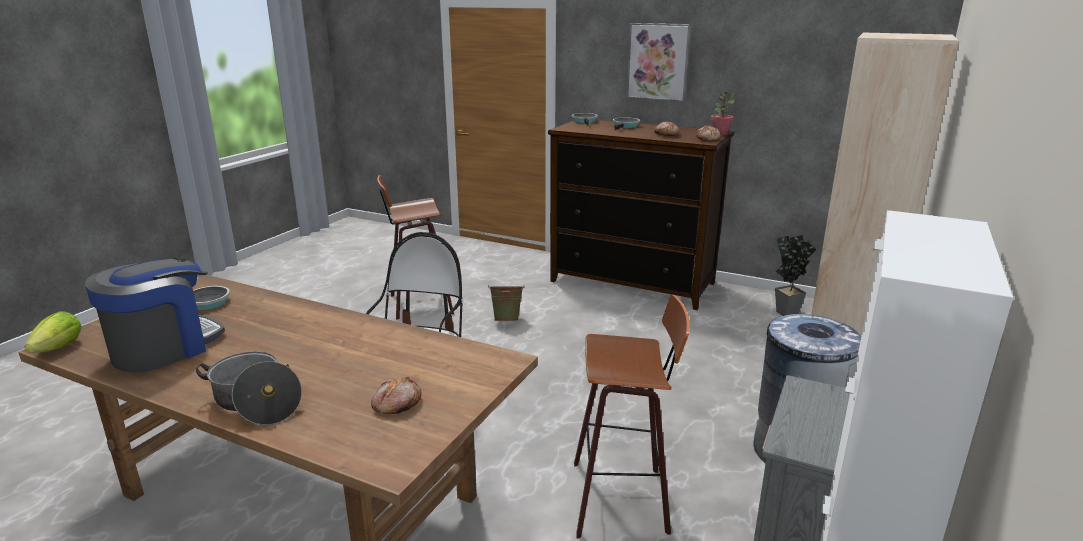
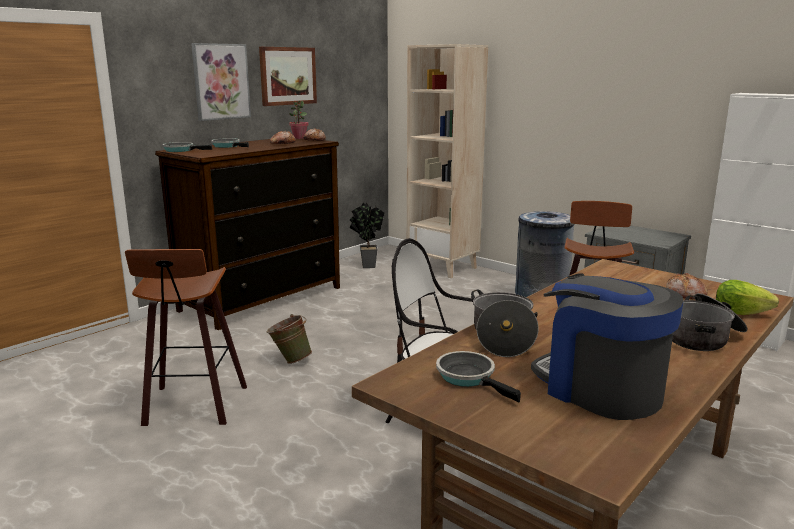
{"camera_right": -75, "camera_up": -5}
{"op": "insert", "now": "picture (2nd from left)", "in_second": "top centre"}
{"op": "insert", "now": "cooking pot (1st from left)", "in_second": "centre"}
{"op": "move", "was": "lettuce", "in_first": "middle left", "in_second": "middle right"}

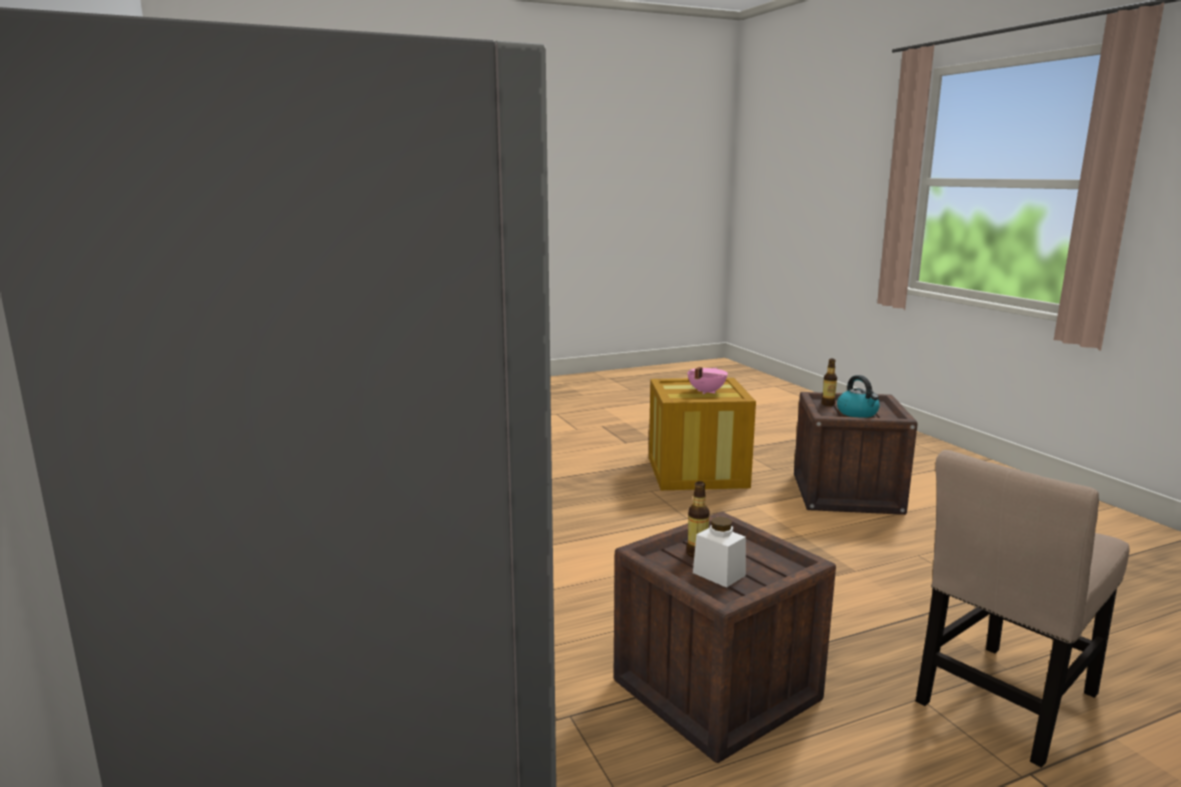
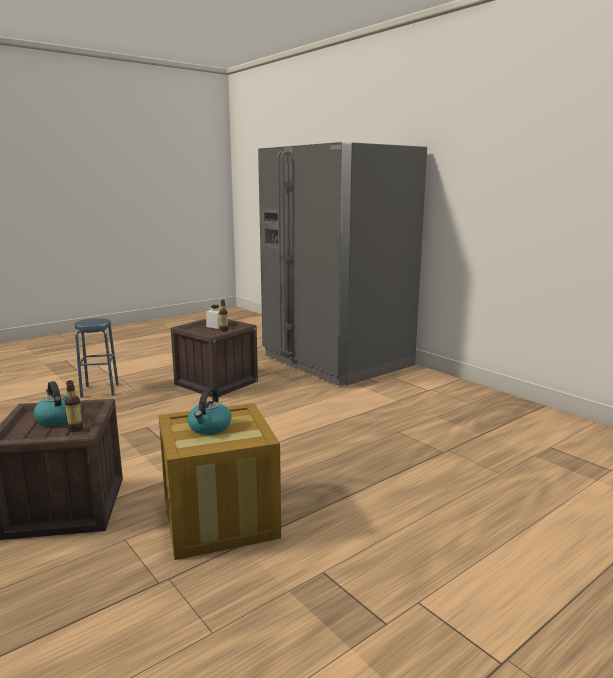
{"camera_right": 165, "camera_up": 0}
{"op": "replace", "was": "beige chair", "now": "blue stool", "in_first": "bottom right", "in_second": "middle left"}
{"op": "replace", "was": "pink cooking pot", "now": "kettle (2nd from left)", "in_first": "centre", "in_second": "centre"}

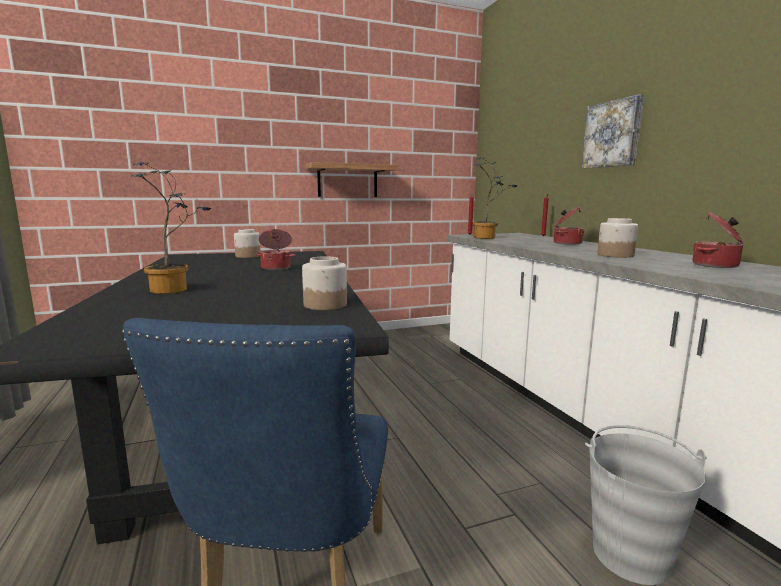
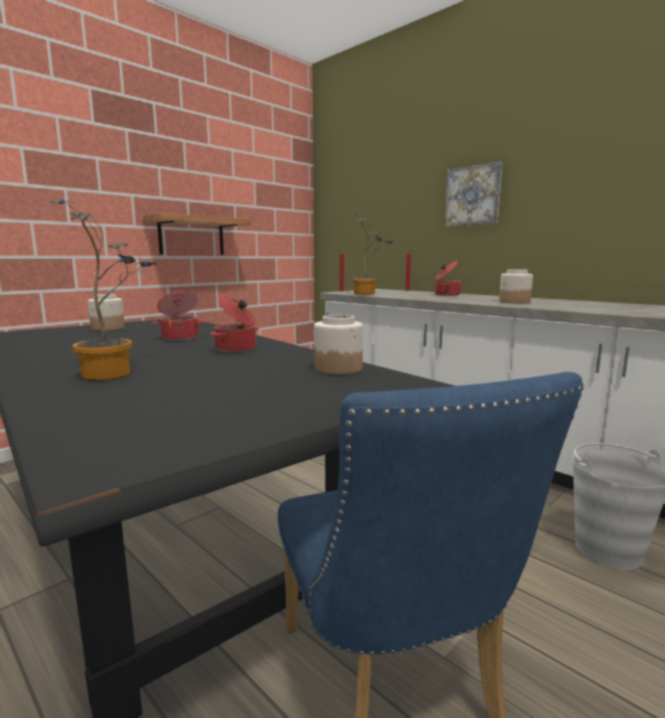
{"camera_right": -25, "camera_up": 0}
{"op": "move", "was": "cooking pot (3rd from left in the first image)", "now": "cooking pot (2nd from left)", "in_first": "middle right", "in_second": "centre"}

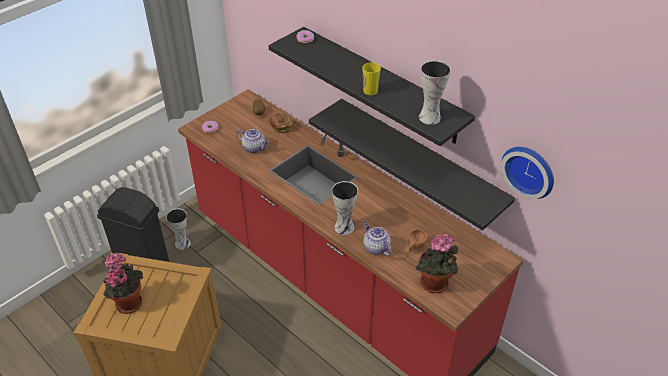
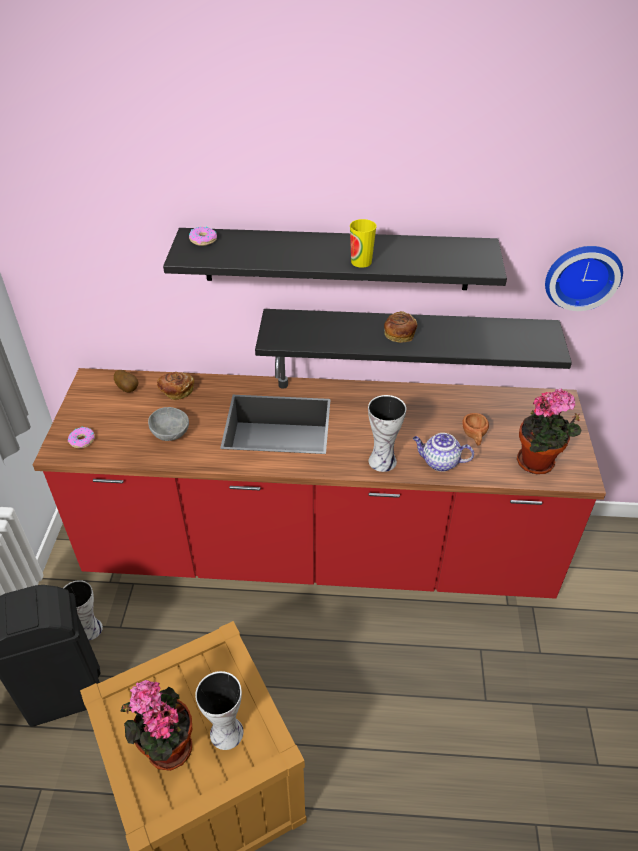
{"camera_right": -40, "camera_up": 0}
{"op": "replace", "was": "teapot (1st from left)", "now": "grey bowl", "in_first": "centre", "in_second": "middle left"}
{"op": "move", "was": "vase (3rd from left in the first image)", "now": "vase (2nd from left)", "in_first": "top centre", "in_second": "bottom centre"}
{"op": "insert", "now": "bread (2nd from left)", "in_second": "centre"}

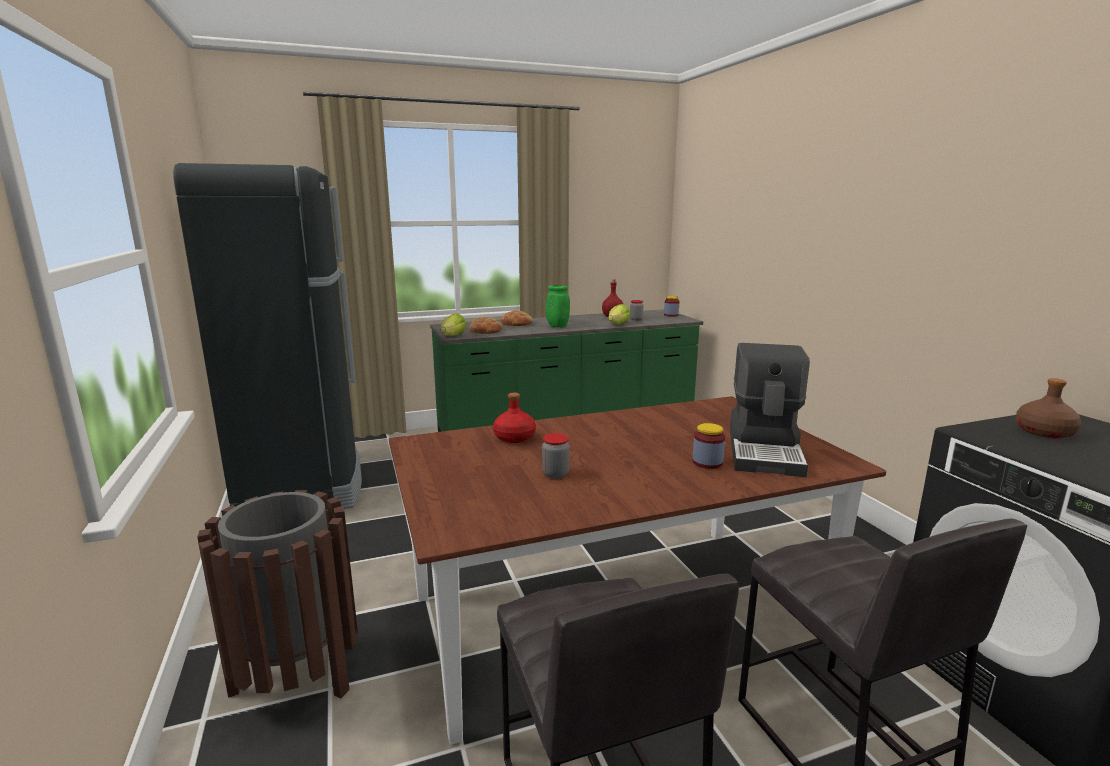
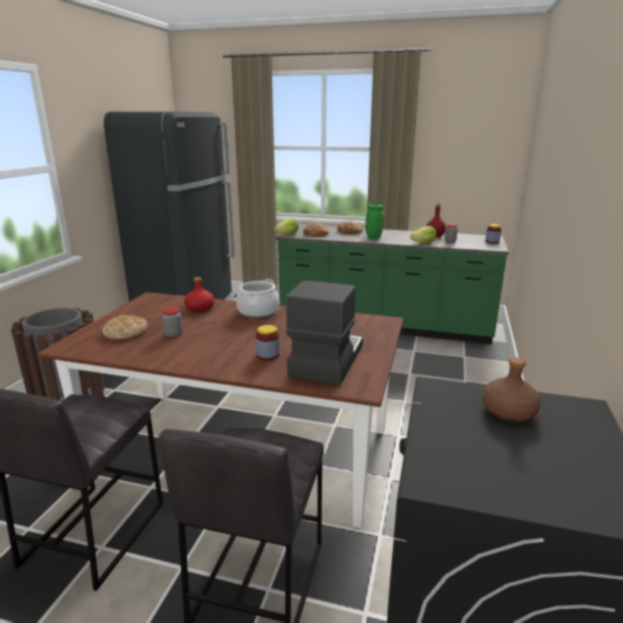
{"camera_right": 35, "camera_up": 5}
{"op": "insert", "now": "bread (1st from left)", "in_second": "middle left"}
{"op": "insert", "now": "cooking pot", "in_second": "centre"}
{"op": "rotate", "was": "coffee machine", "in_first": "middle right", "in_second": "centre", "clockwise": 150}

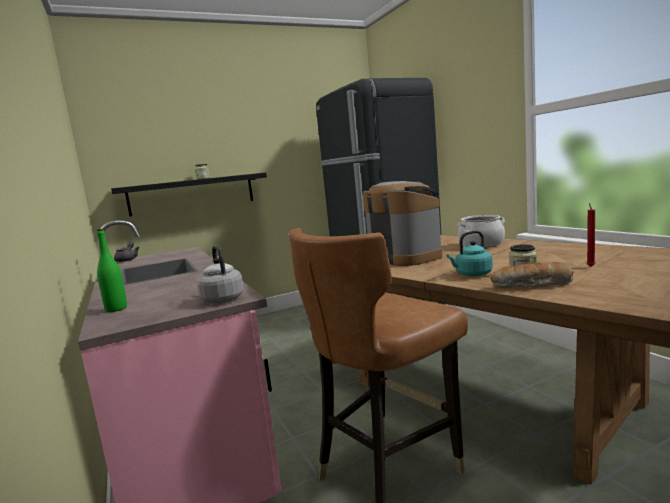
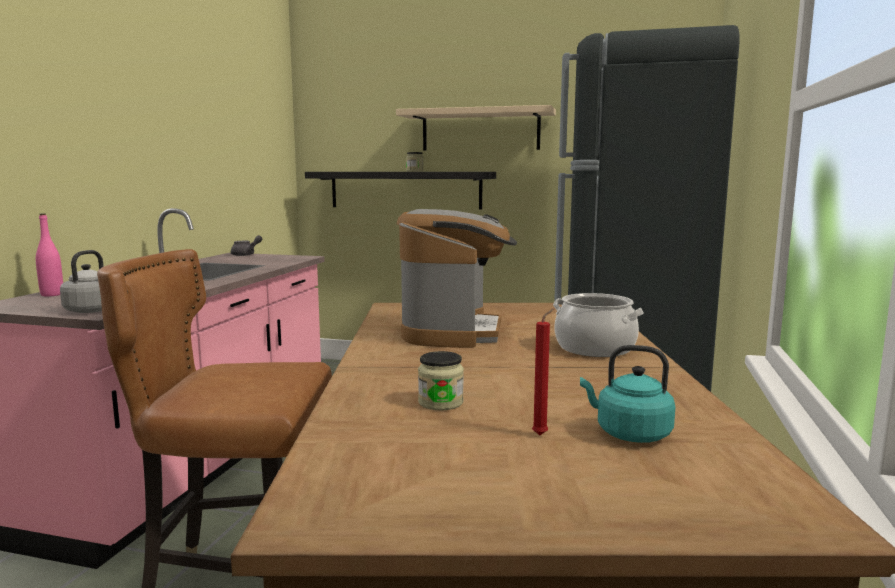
{"camera_right": 40, "camera_up": 0}
{"op": "recolor", "was": "green bottle", "now": "pink bottle", "in_first": "middle left", "in_second": "middle left"}
{"op": "insert", "now": "beige shelf", "in_second": "top centre"}
{"op": "move", "was": "turquoise kettle", "in_first": "middle right", "in_second": "bottom right"}
{"op": "delete", "was": "bread", "in_first": "middle right"}

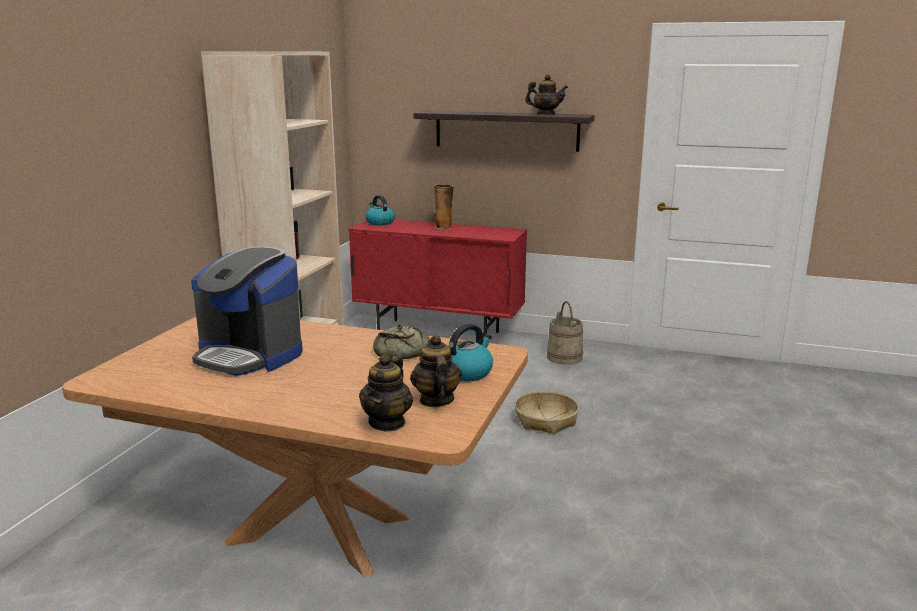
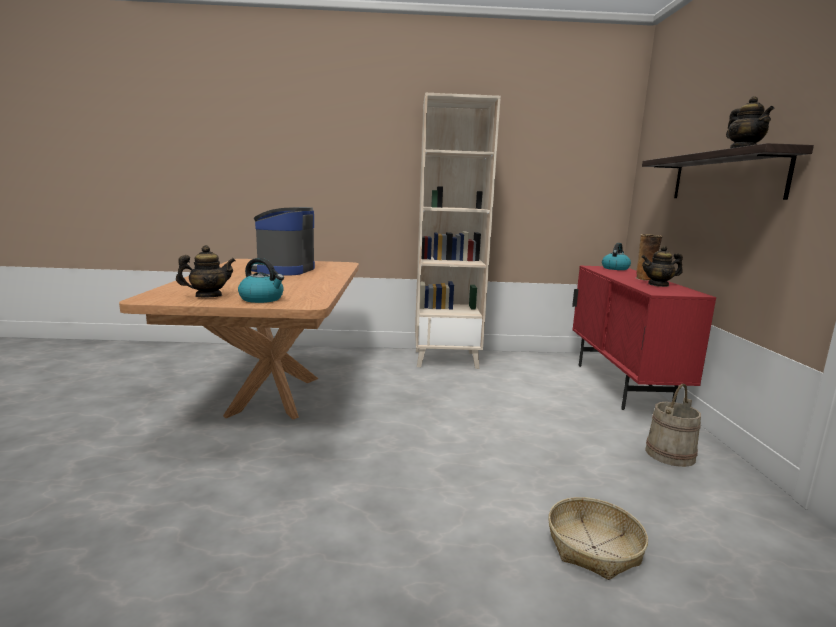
{"camera_right": 70, "camera_up": -5}
{"op": "move", "was": "basket", "in_first": "bottom centre", "in_second": "bottom right"}
{"op": "move", "was": "teapot (1st from left in the first image)", "now": "teapot (2nd from left)", "in_first": "centre", "in_second": "middle right"}
{"op": "delete", "was": "bread", "in_first": "centre"}

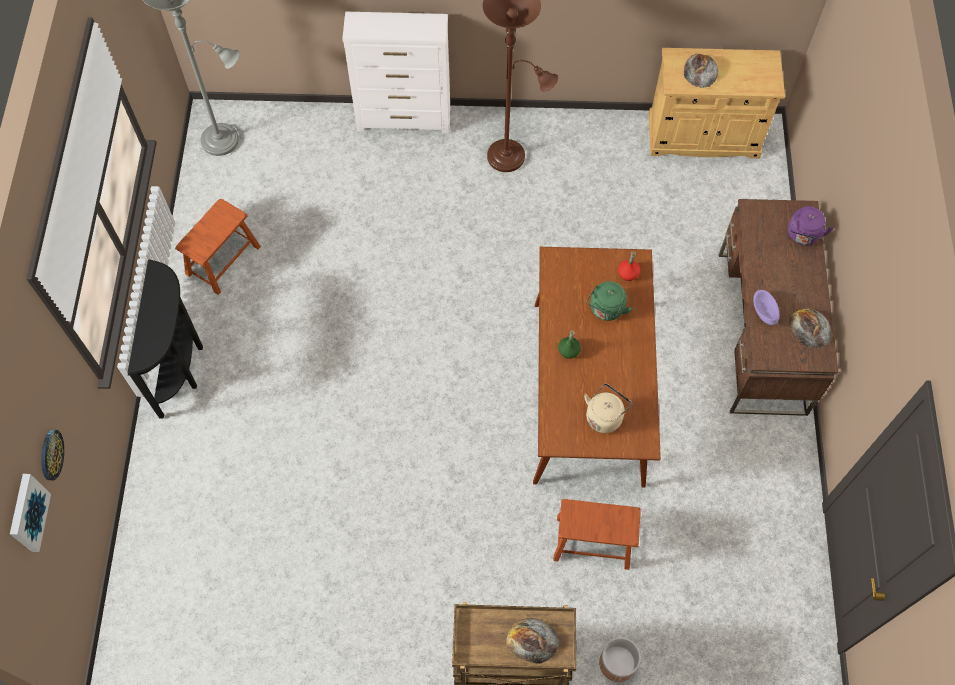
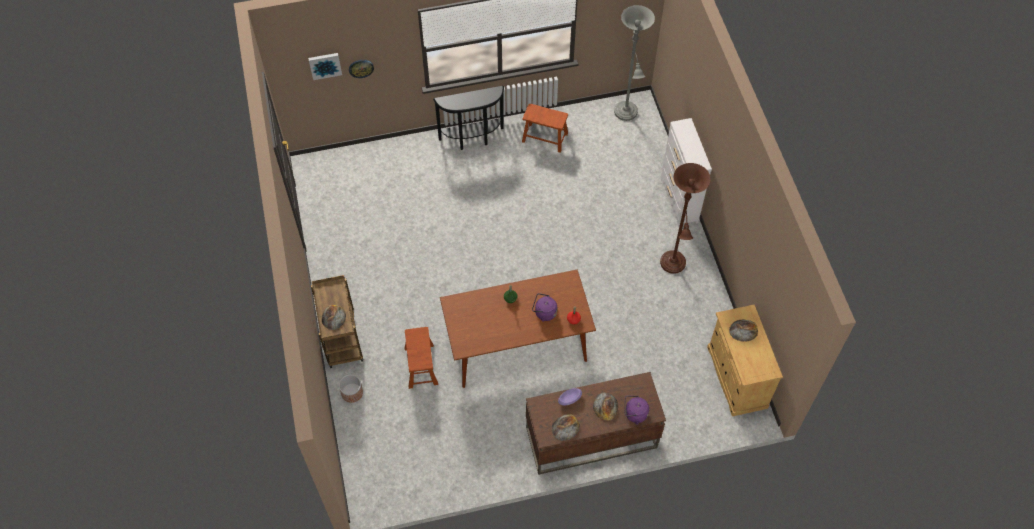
{"camera_right": 75, "camera_up": -5}
{"op": "recolor", "was": "green kettle", "now": "purple kettle (1st from left)", "in_first": "centre", "in_second": "centre"}
{"op": "insert", "now": "bread (3rd from left)", "in_second": "bottom centre"}
{"op": "delete", "was": "beige kettle", "in_first": "centre"}

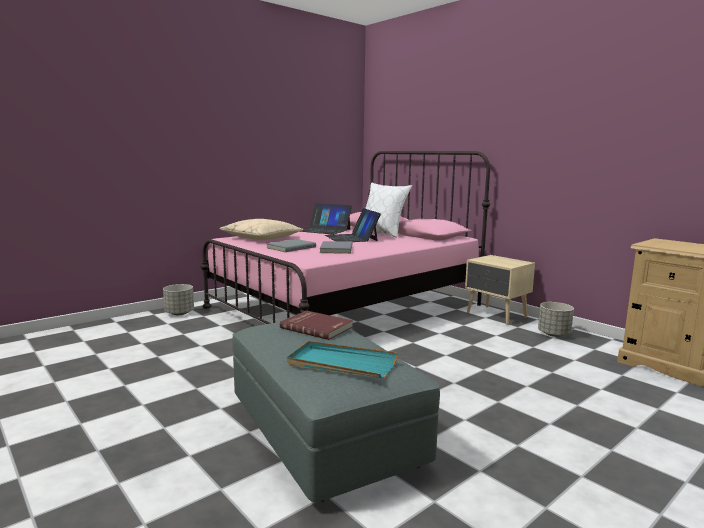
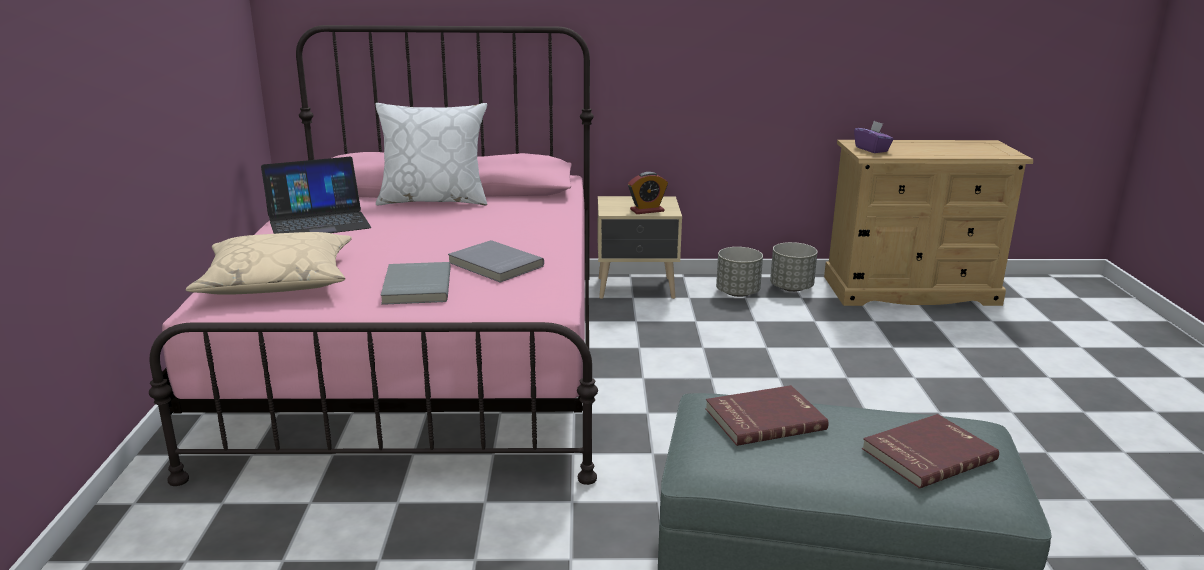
{"camera_right": -50, "camera_up": 10}
{"op": "insert", "now": "alarm clock", "in_second": "centre"}
{"op": "move", "was": "grey planter (1st from left in the first image)", "now": "grey planter (2nd from left)", "in_first": "middle left", "in_second": "centre"}
{"op": "insert", "now": "purple tissue box", "in_second": "top right"}
{"op": "replace", "was": "turquoise tray", "now": "red book (2nd from left)", "in_first": "bottom centre", "in_second": "bottom right"}
{"op": "delete", "was": "laptop (2nd from left)", "in_first": "centre"}

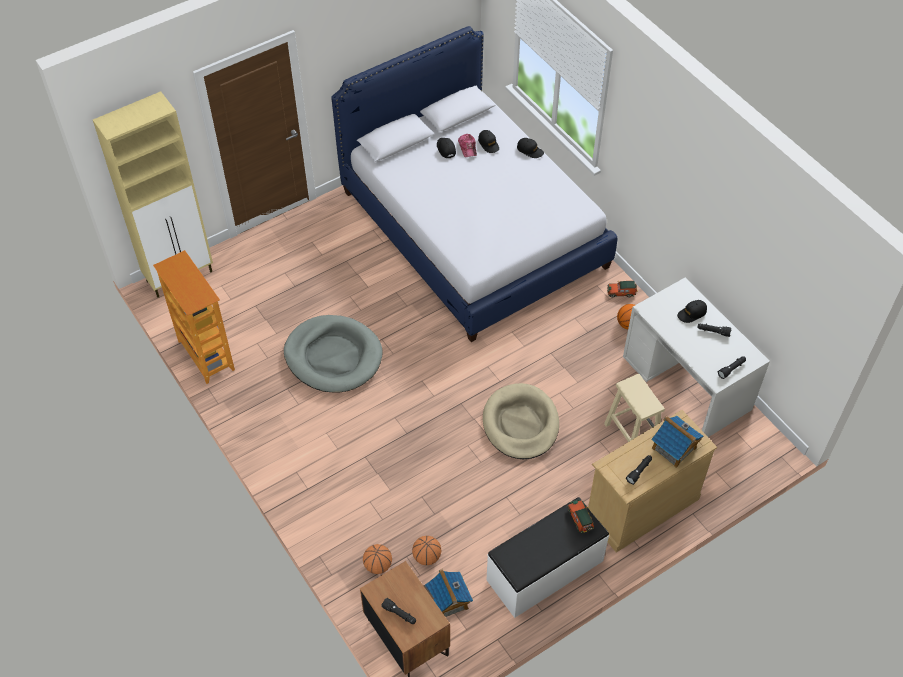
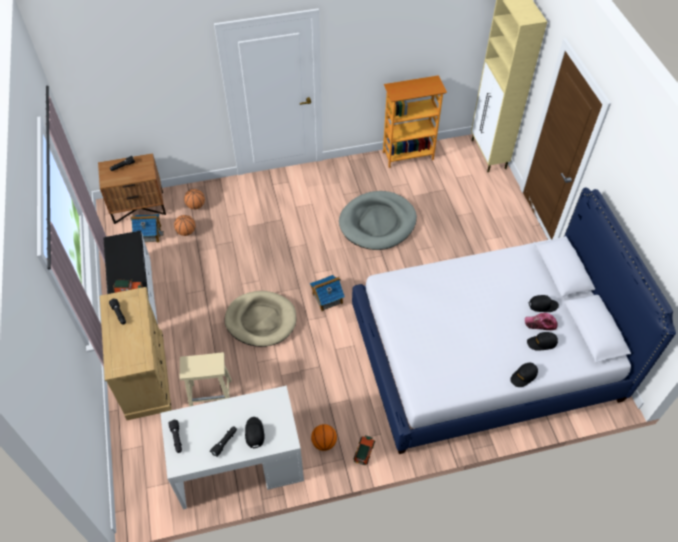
{"camera_right": 110, "camera_up": 0}
{"op": "move", "was": "toy house (2nd from left)", "in_first": "middle right", "in_second": "centre"}

